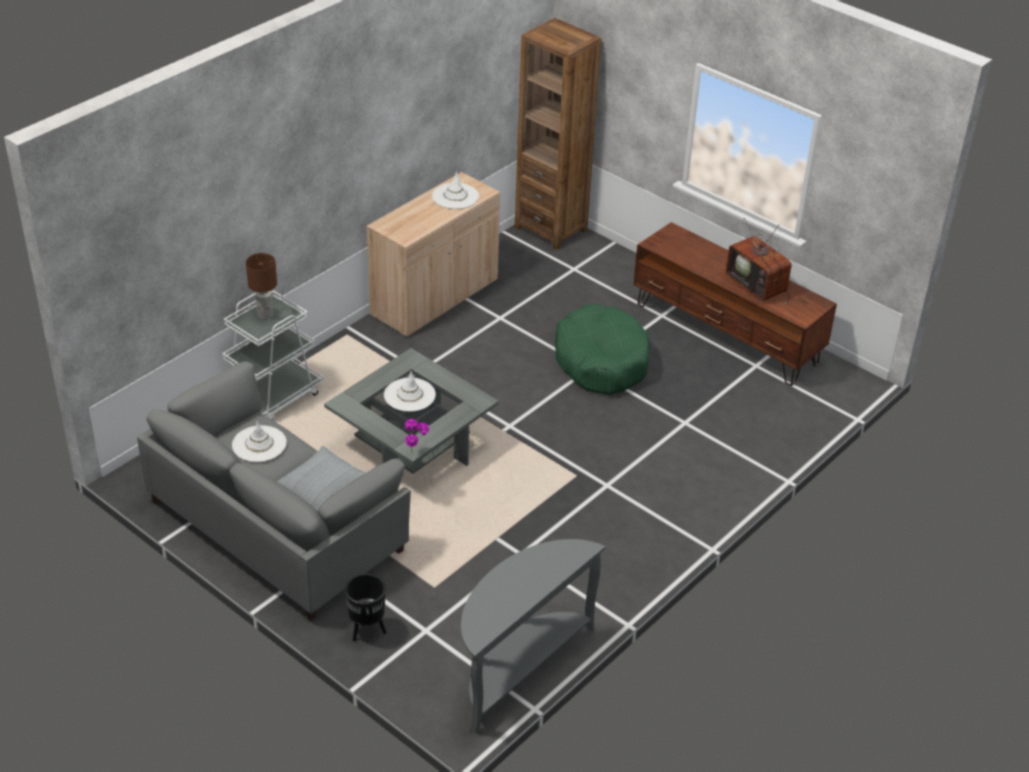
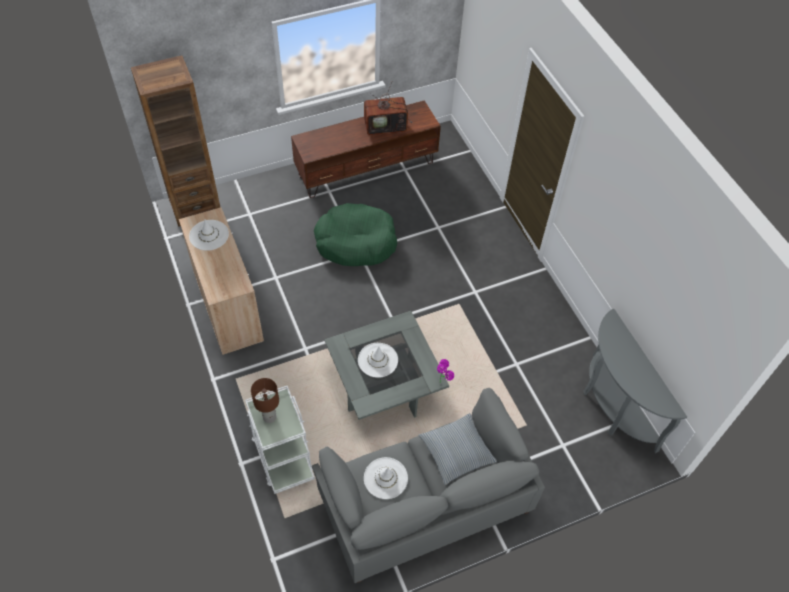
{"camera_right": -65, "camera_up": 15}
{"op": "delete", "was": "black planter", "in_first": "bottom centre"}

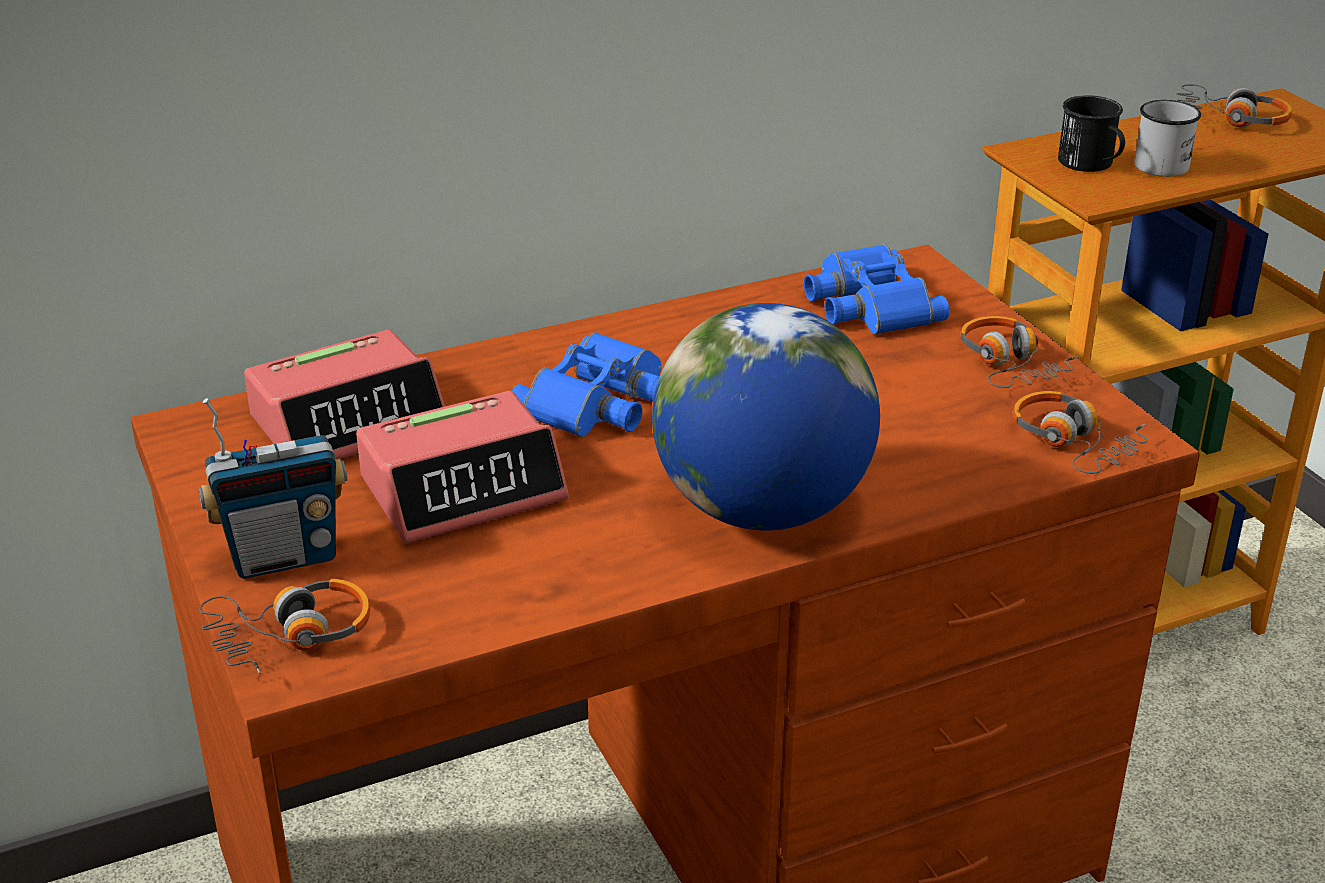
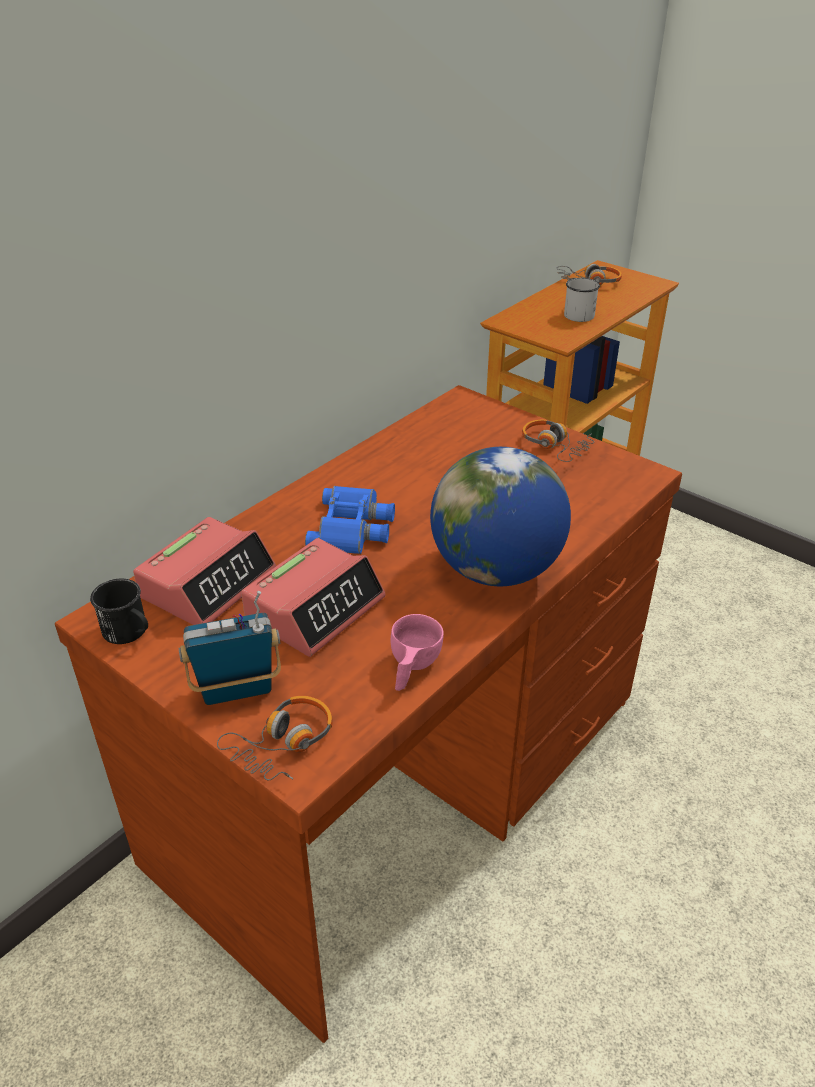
{"camera_right": -25, "camera_up": 5}
{"op": "move", "was": "black mug", "in_first": "top right", "in_second": "middle left"}
{"op": "rotate", "was": "radio", "in_first": "middle left", "in_second": "middle left", "clockwise": -150}
{"op": "insert", "now": "pink cup", "in_second": "centre"}
{"op": "delete", "was": "blue binoculars (2nd from left)", "in_first": "top centre"}
{"op": "delete", "was": "headphones (3rd from left)", "in_first": "middle right"}

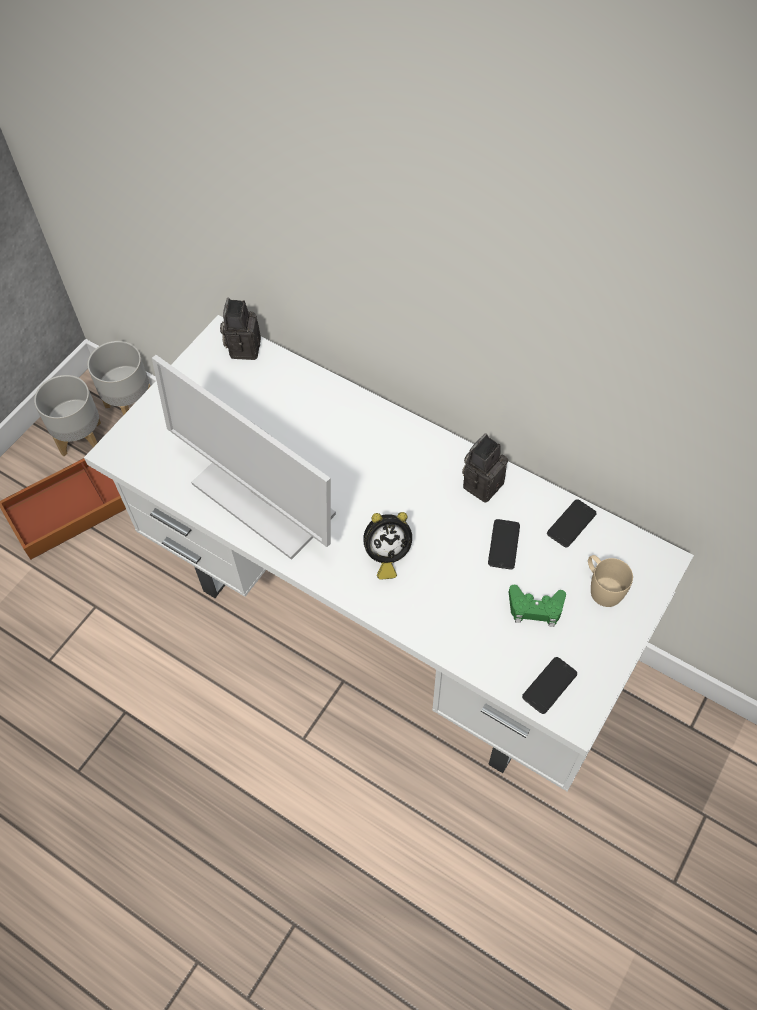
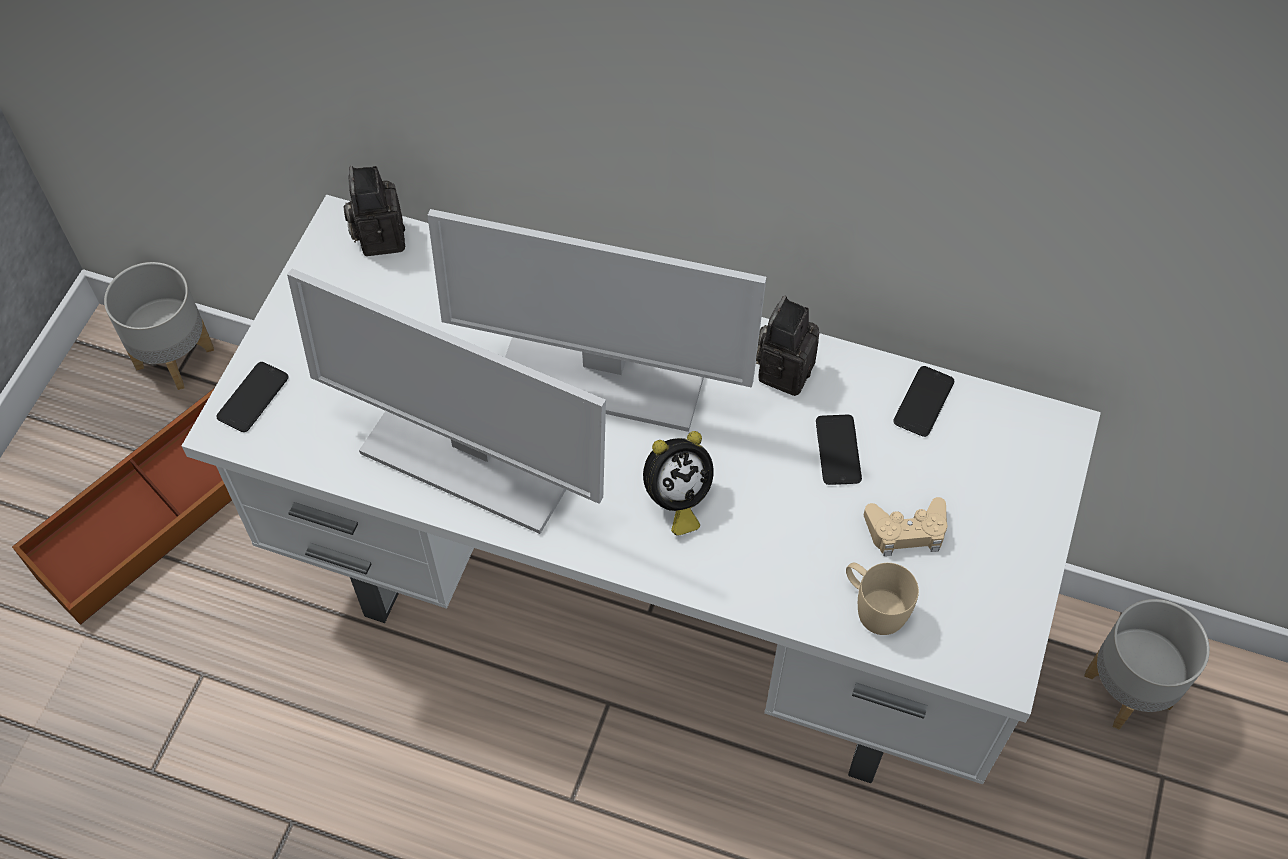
{"camera_right": -15, "camera_up": 0}
{"op": "move", "was": "phone (2nd from left in the first image)", "now": "phone (1st from left)", "in_first": "bottom right", "in_second": "middle left"}
{"op": "insert", "now": "monitor (2nd from left)", "in_second": "centre"}
{"op": "move", "was": "beige mug", "in_first": "middle right", "in_second": "bottom right"}
{"op": "recolor", "was": "green game controller", "now": "beige game controller", "in_first": "middle right", "in_second": "middle right"}
{"op": "move", "was": "grey planter (1st from left in the first image)", "now": "grey planter (2nd from left)", "in_first": "middle left", "in_second": "bottom right"}

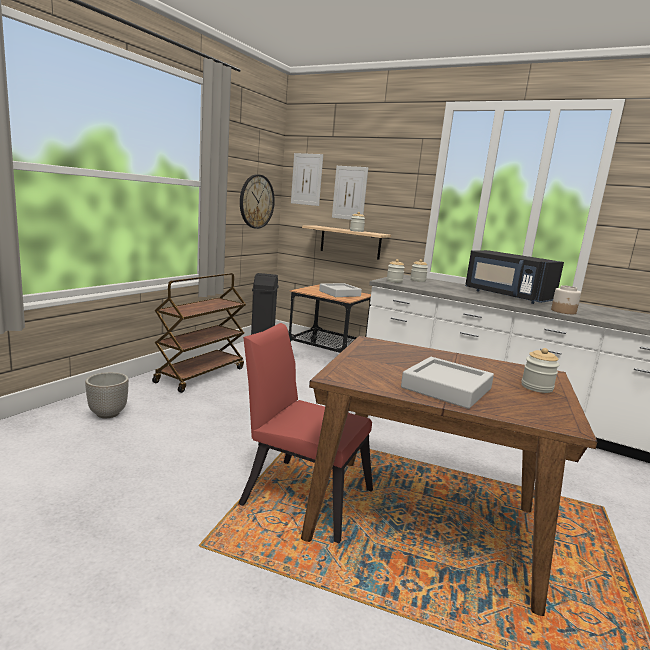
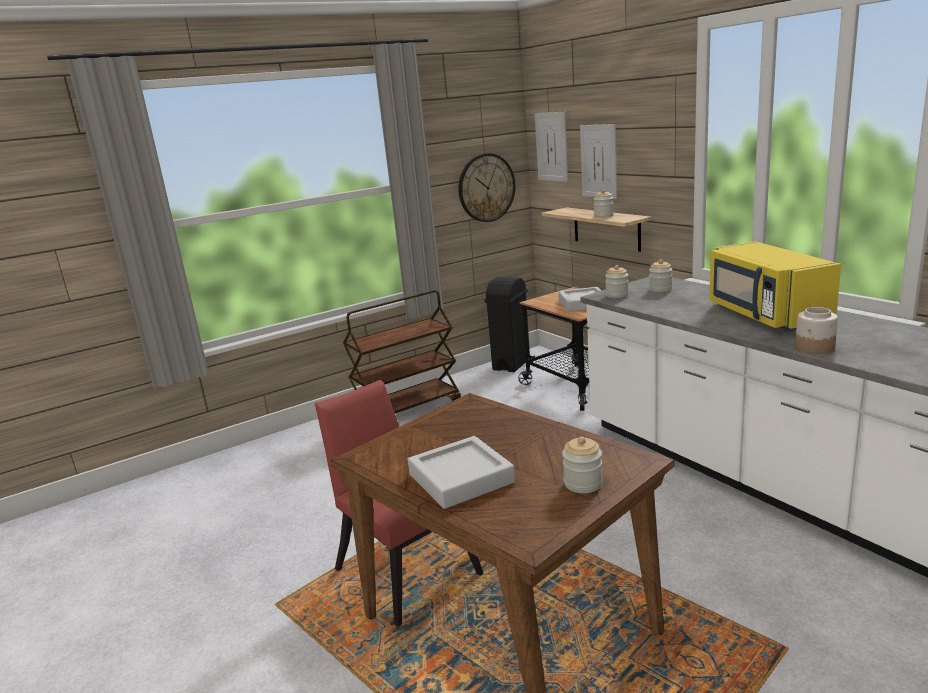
{"camera_right": 30, "camera_up": 5}
{"op": "recolor", "was": "black microwave", "now": "yellow microwave", "in_first": "middle right", "in_second": "middle right"}
{"op": "delete", "was": "planter", "in_first": "middle left"}

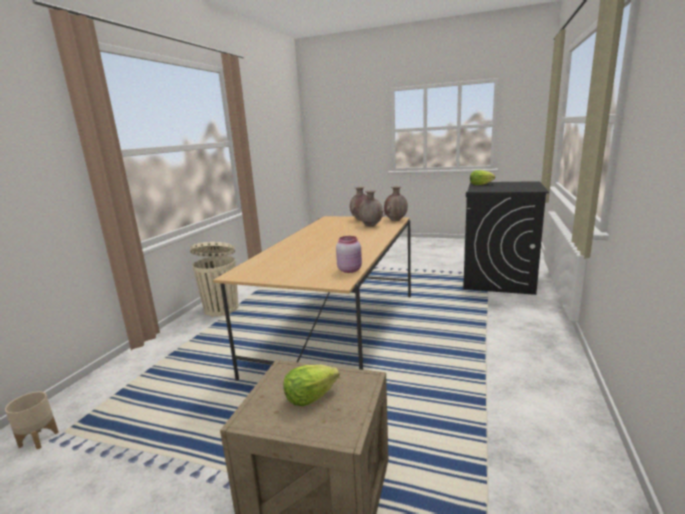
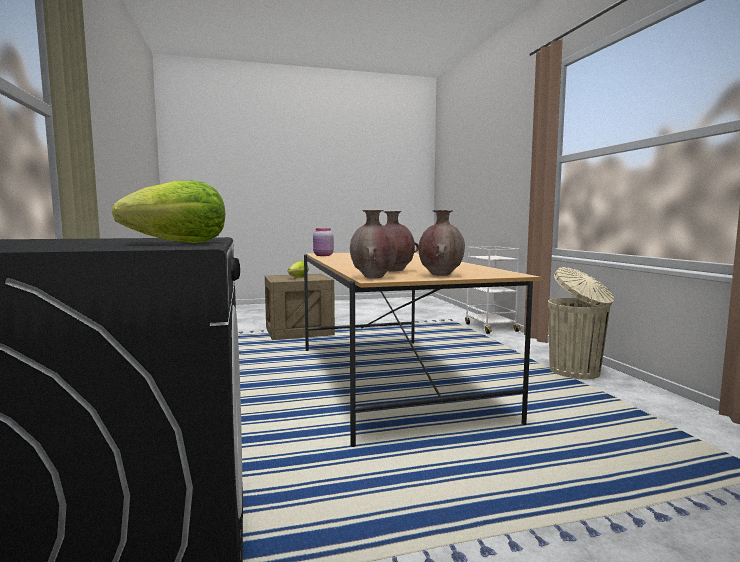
{"camera_right": 145, "camera_up": -10}
{"op": "insert", "now": "white cart", "in_second": "centre"}
{"op": "delete", "was": "beige planter", "in_first": "bottom left"}

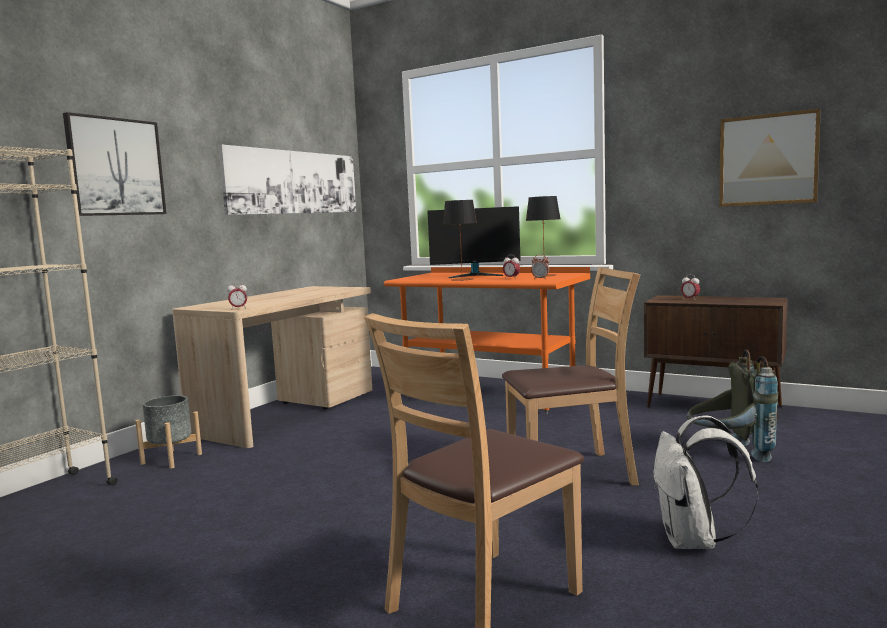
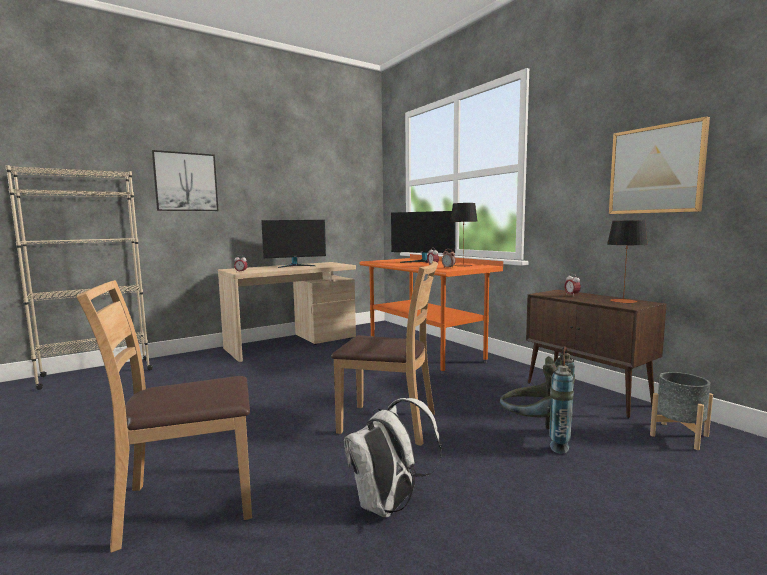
{"camera_right": 25, "camera_up": 0}
{"op": "insert", "now": "monitor (1st from left)", "in_second": "centre"}
{"op": "move", "was": "table lamp (1st from left in the first image)", "now": "table lamp (2nd from left)", "in_first": "centre", "in_second": "middle right"}
{"op": "move", "was": "grey planter", "in_first": "bottom left", "in_second": "bottom right"}
{"op": "delete", "was": "picture (2nd from left)", "in_first": "top left"}

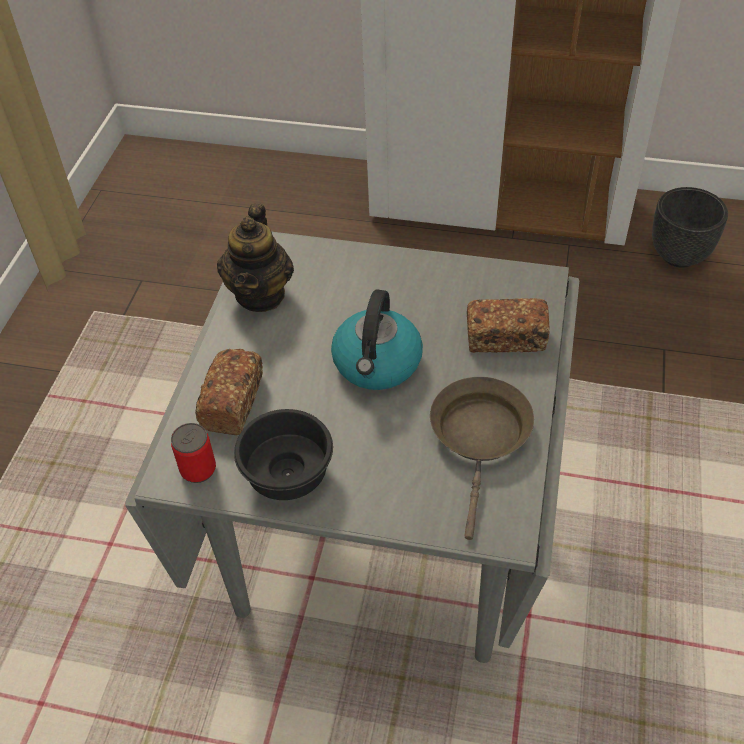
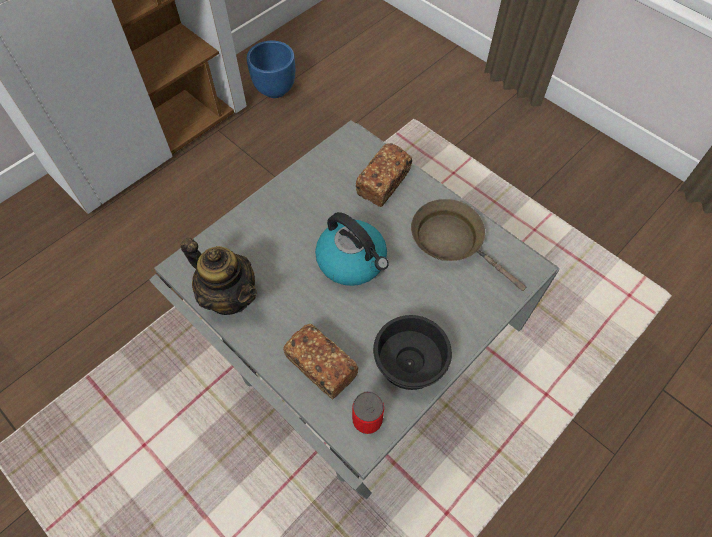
{"camera_right": -60, "camera_up": 10}
{"op": "recolor", "was": "black planter", "now": "blue planter", "in_first": "top right", "in_second": "top centre"}

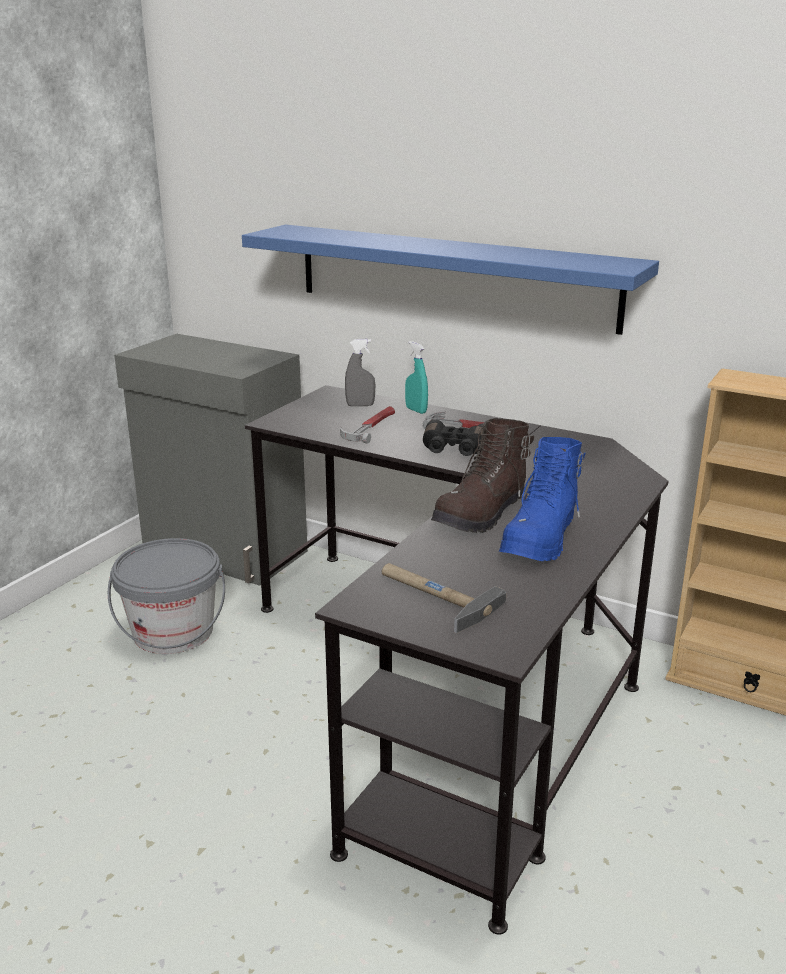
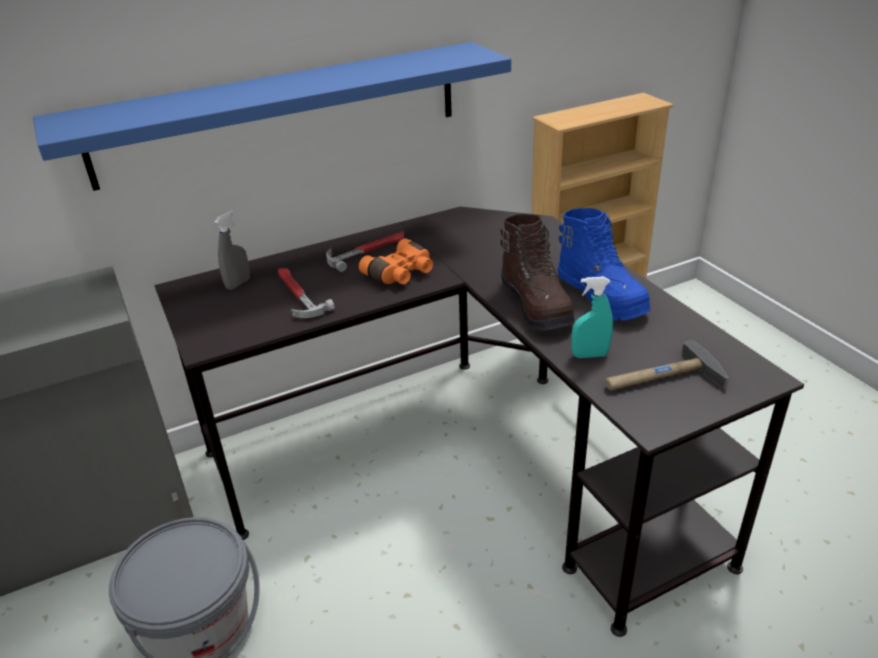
{"camera_right": -55, "camera_up": 10}
{"op": "recolor", "was": "black binoculars", "now": "orange binoculars", "in_first": "centre", "in_second": "centre"}
{"op": "move", "was": "turquoise spray bottle", "in_first": "centre", "in_second": "middle right"}

